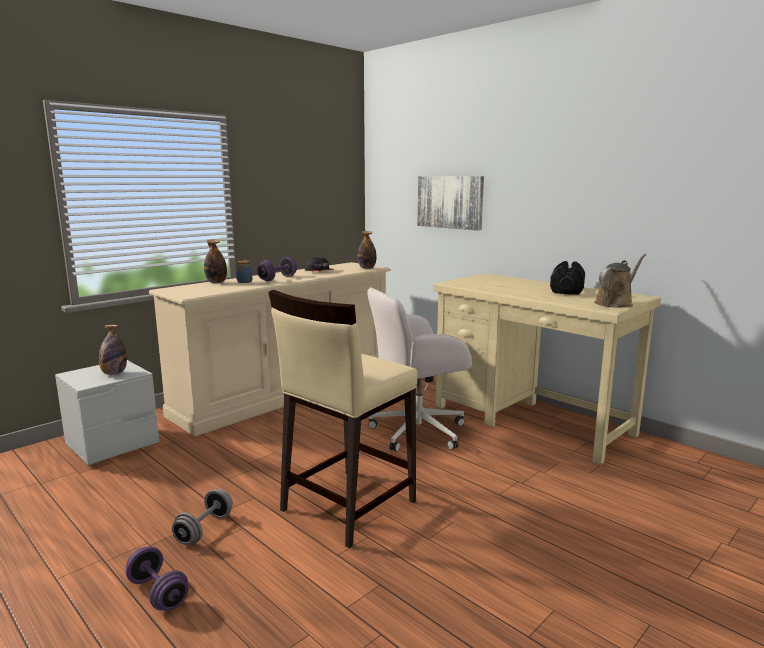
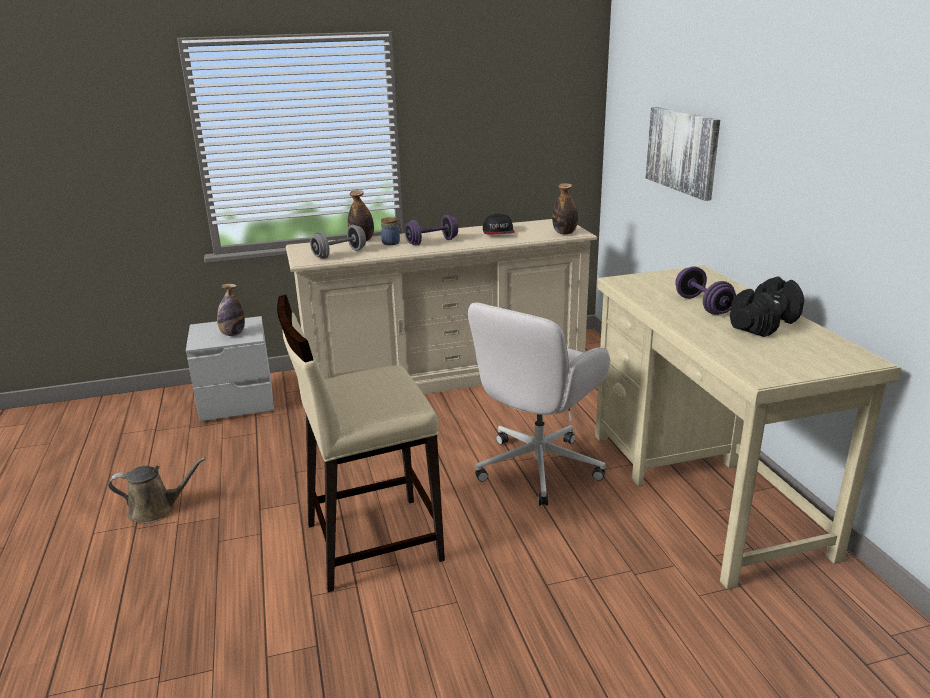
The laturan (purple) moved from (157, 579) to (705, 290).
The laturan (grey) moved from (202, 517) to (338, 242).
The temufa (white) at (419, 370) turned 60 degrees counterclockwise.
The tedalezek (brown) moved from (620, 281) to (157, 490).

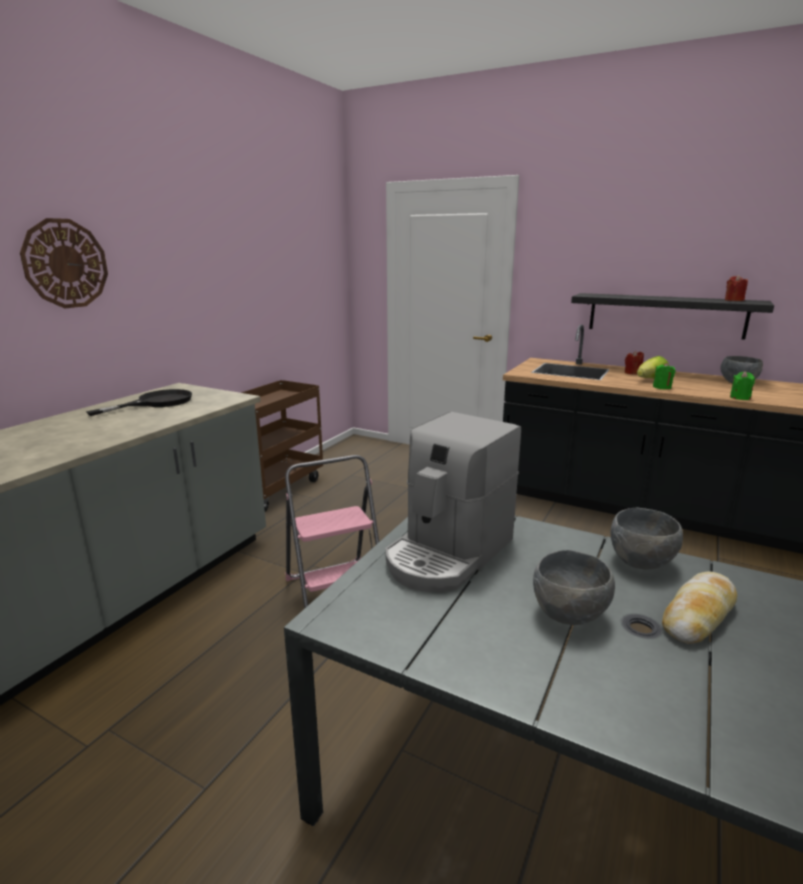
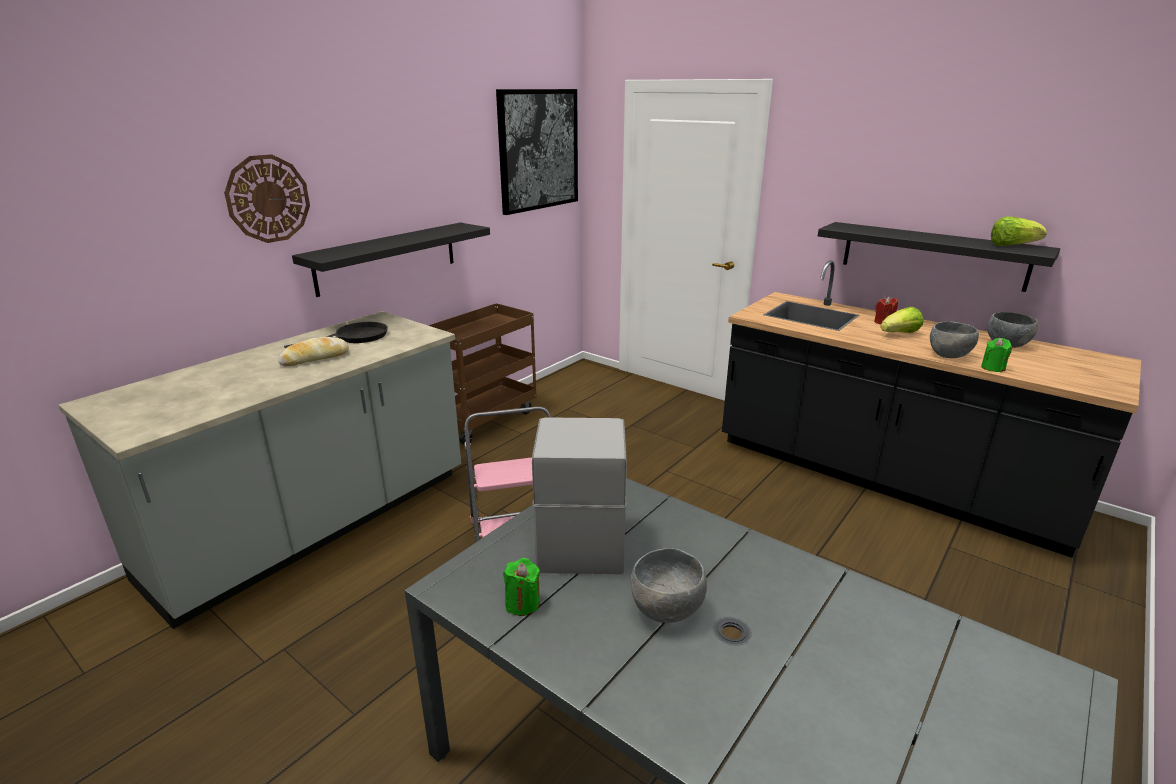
The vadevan at (453, 502) turned 135 degrees clockwise.
The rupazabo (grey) moved from (646, 538) to (954, 339).
The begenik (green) moved from (664, 376) to (521, 587).
The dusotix moved from (699, 607) to (313, 352).
The begenik (red) at (736, 288) was replaced by the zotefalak at (1019, 231).
The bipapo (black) at (391, 259) appeared.
The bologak at (537, 152) appeared.

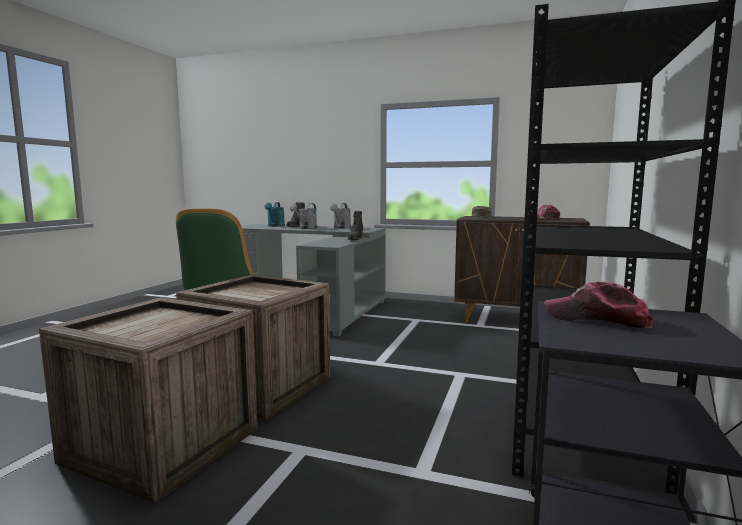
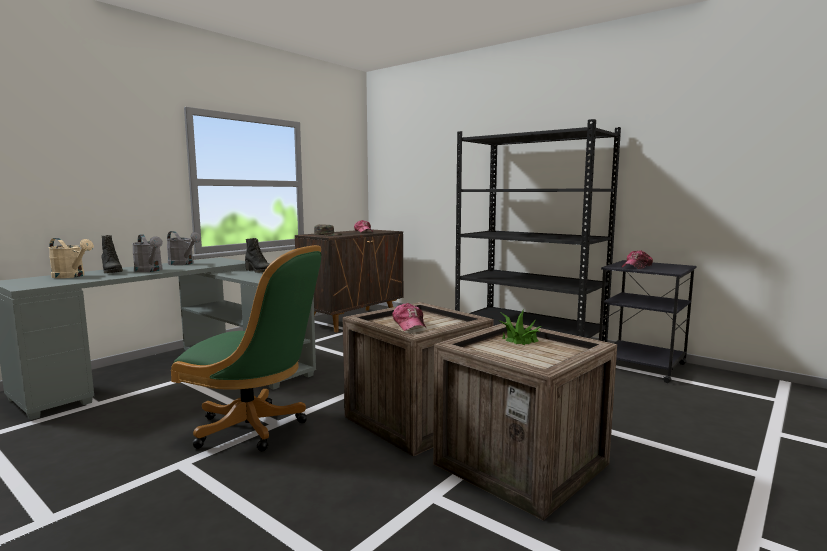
The tedalezek (turquoise) at (274, 214) became the tedalezek (beige) at (71, 258).
The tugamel at (409, 317) appeared.
The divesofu at (520, 327) appeared.

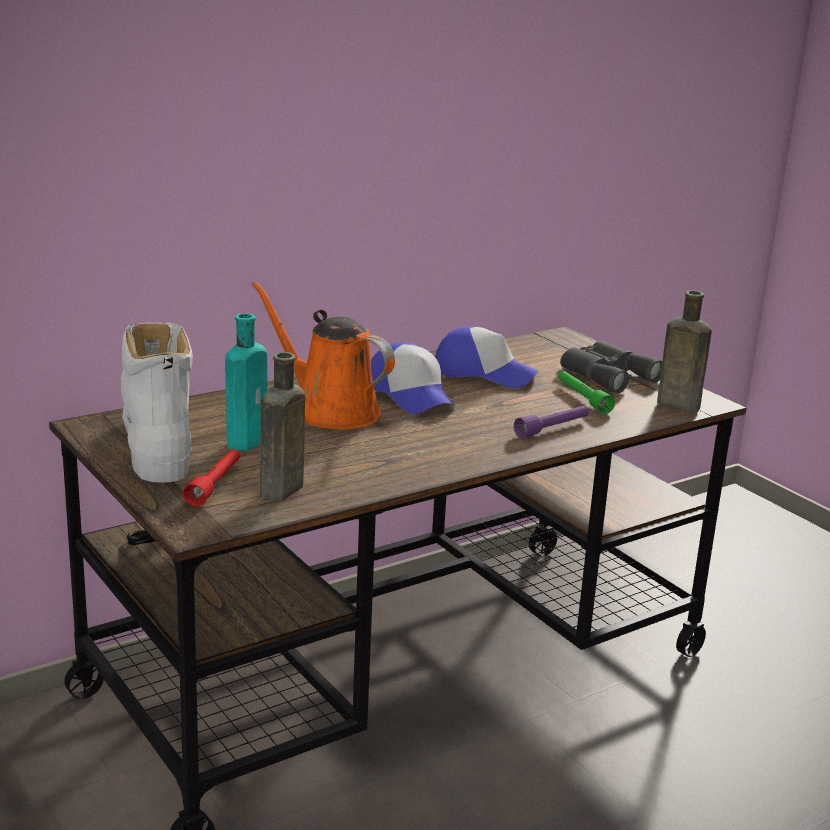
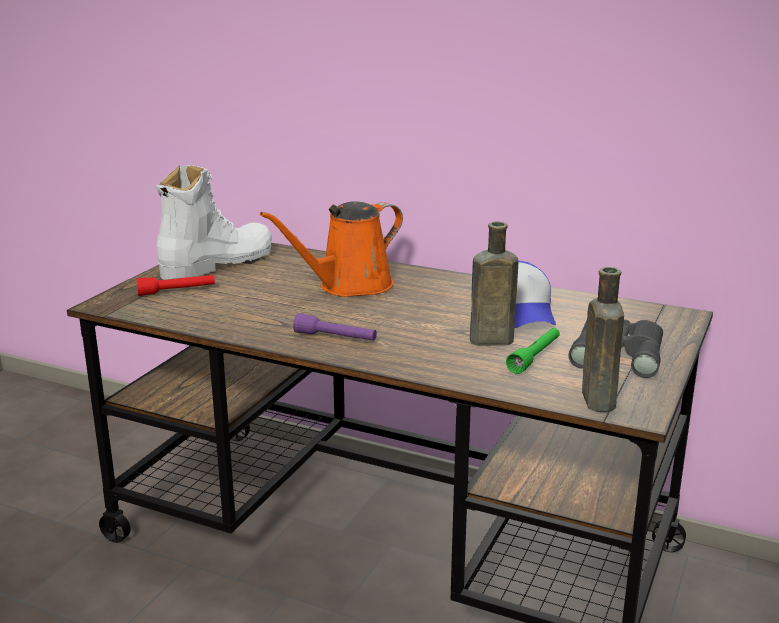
The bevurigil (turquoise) at (246, 382) disappeared.
The tedalezek (orange) at (323, 355) turned 135 degrees counterclockwise.
The bevurigil (brown) moved from (282, 426) to (494, 284).
The tugamel at (413, 378) disappeared.
The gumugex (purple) moved from (551, 422) to (335, 327).

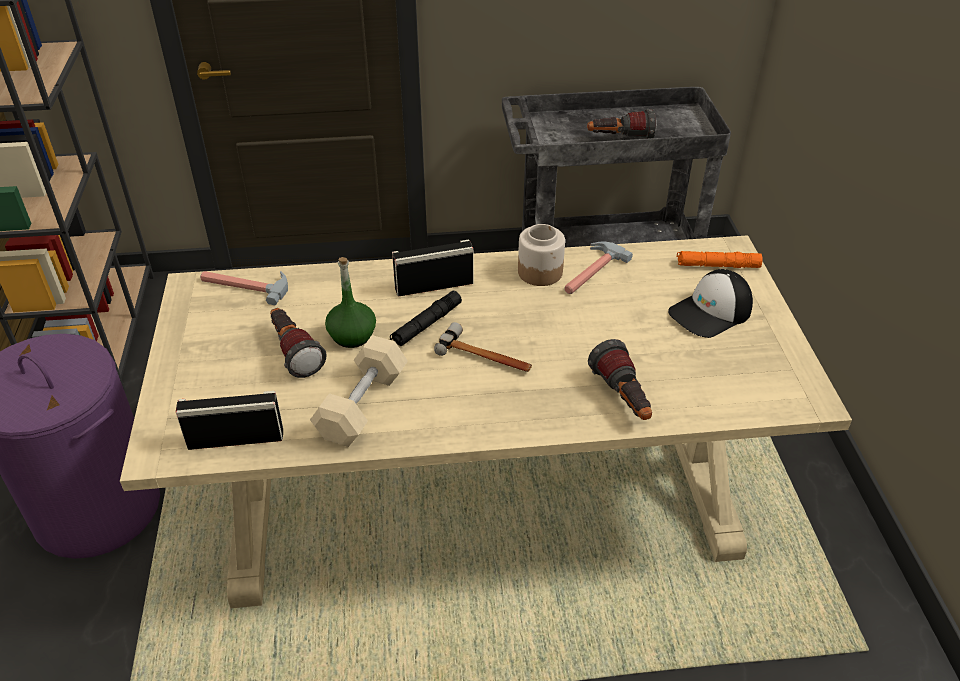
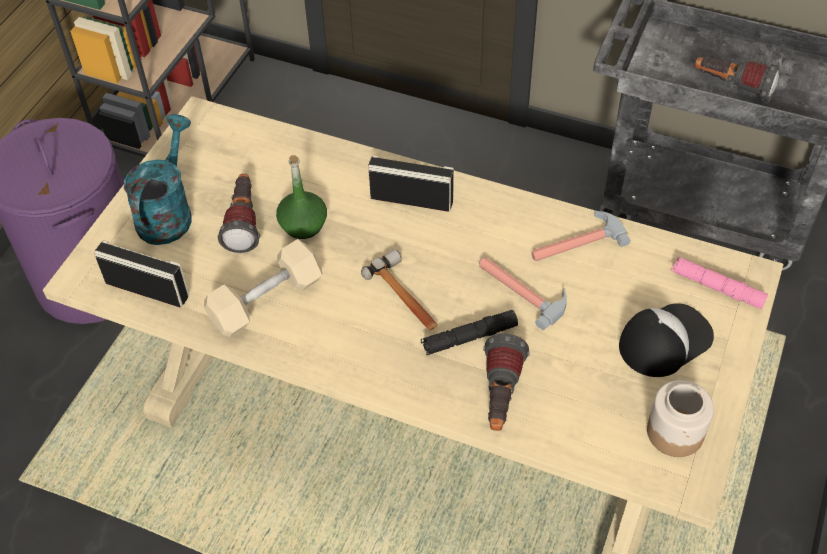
The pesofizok moved from (244, 288) to (523, 294).
The gumugex (black) moved from (426, 318) to (469, 332).
The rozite moved from (541, 255) to (680, 418).
The tugamel at (710, 303) turned 150 degrees clockwise.
The gumugex (orange) at (720, 259) became the gumugex (pink) at (719, 282).
The tedalezek (turquoise) at (158, 179) appeared.

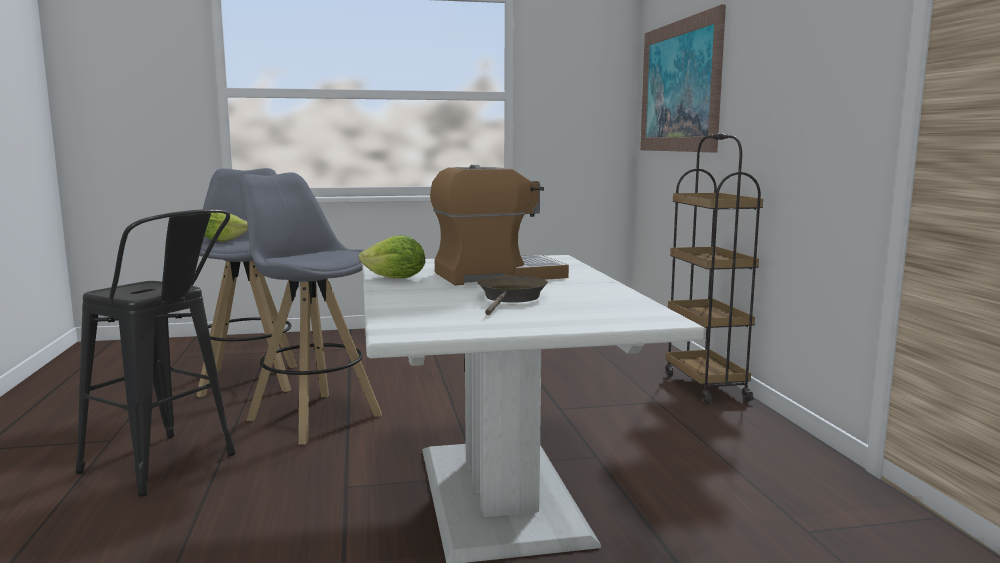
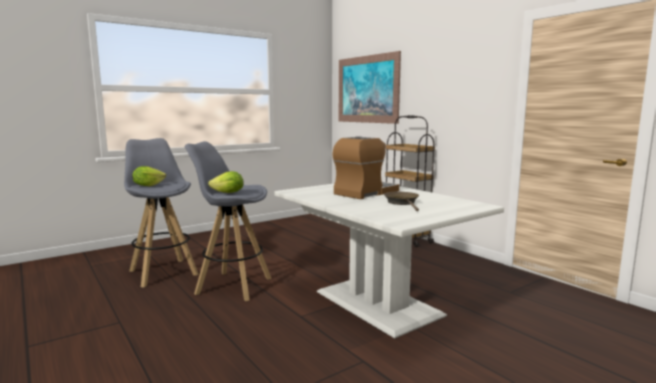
The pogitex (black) at (155, 353) disappeared.
The zotefalak moved from (392, 256) to (226, 182).

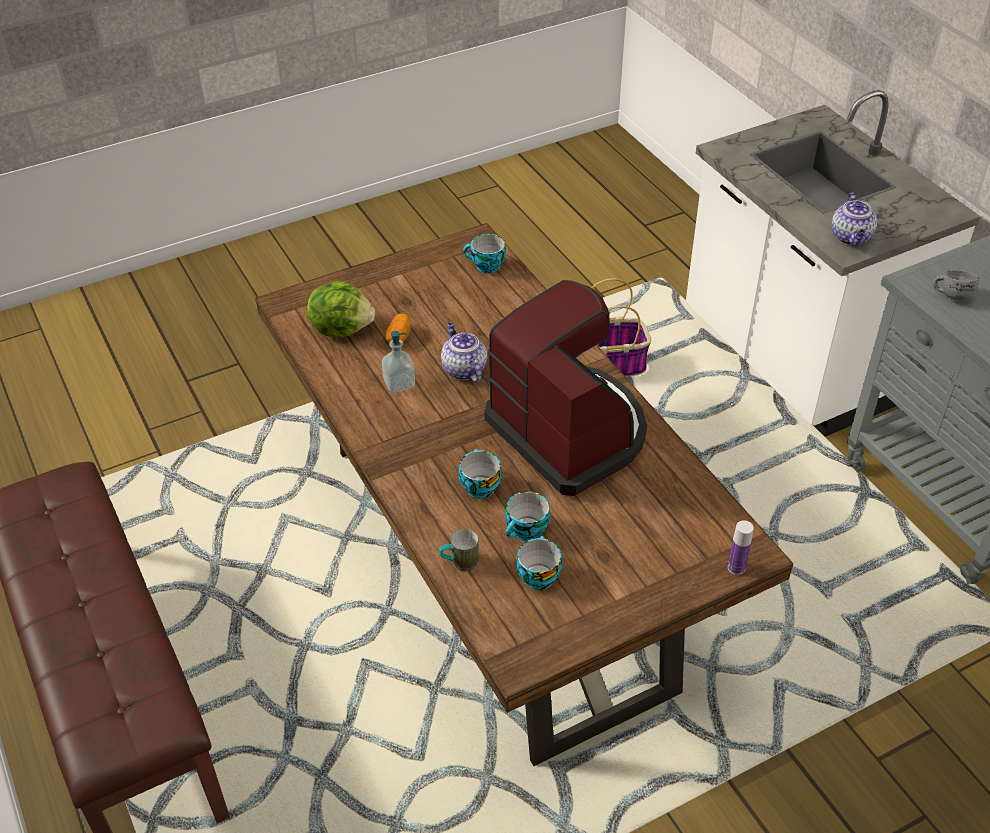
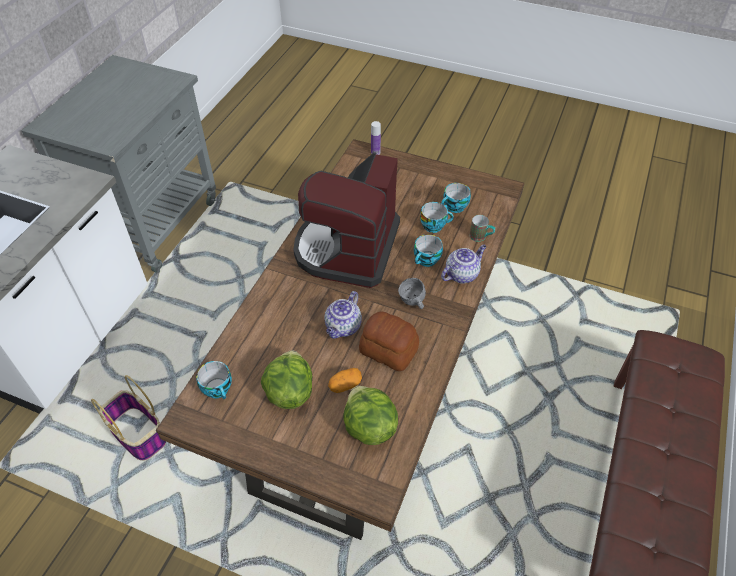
The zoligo at (398, 362) was replaced by the dusotix at (389, 341).
The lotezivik moved from (854, 219) to (463, 264).
The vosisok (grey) moved from (956, 285) to (412, 293).
The zotefalak at (286, 380) appeared.

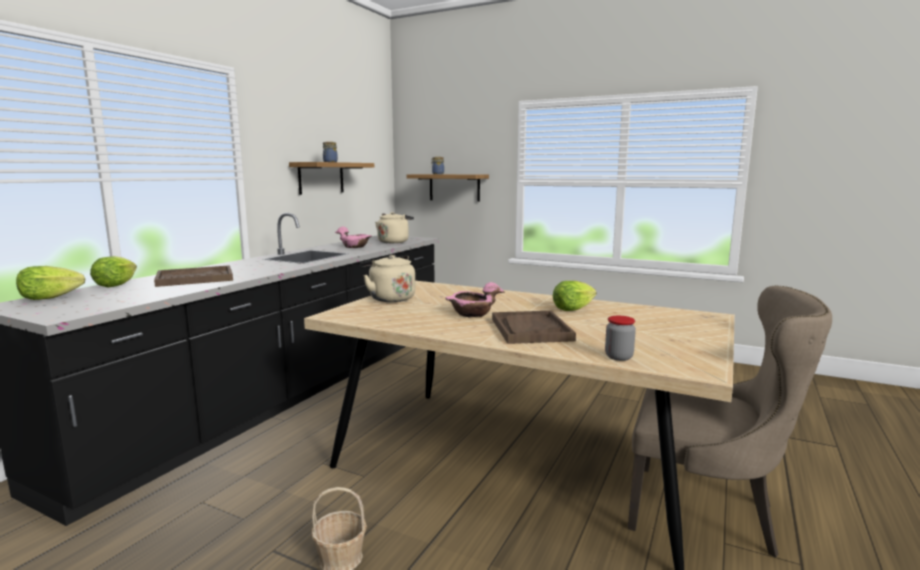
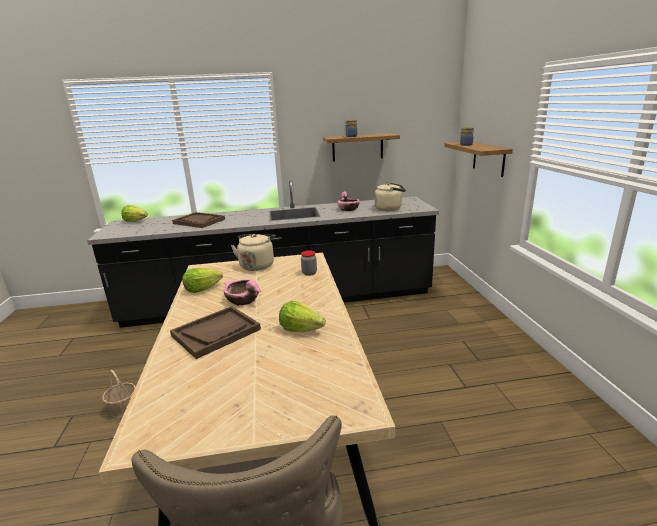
The zotefalak moved from (113, 272) to (202, 280).
The rozite moved from (620, 338) to (309, 263).

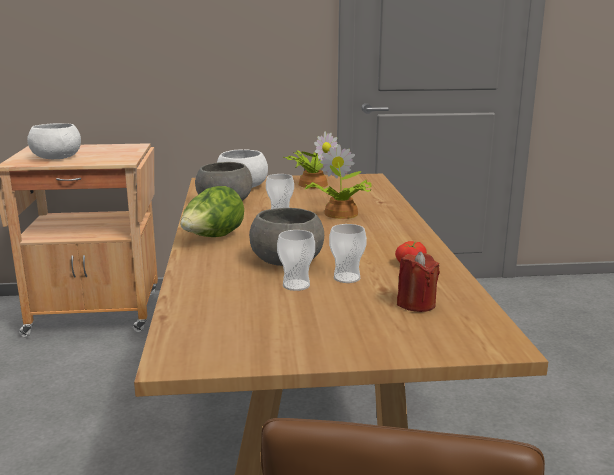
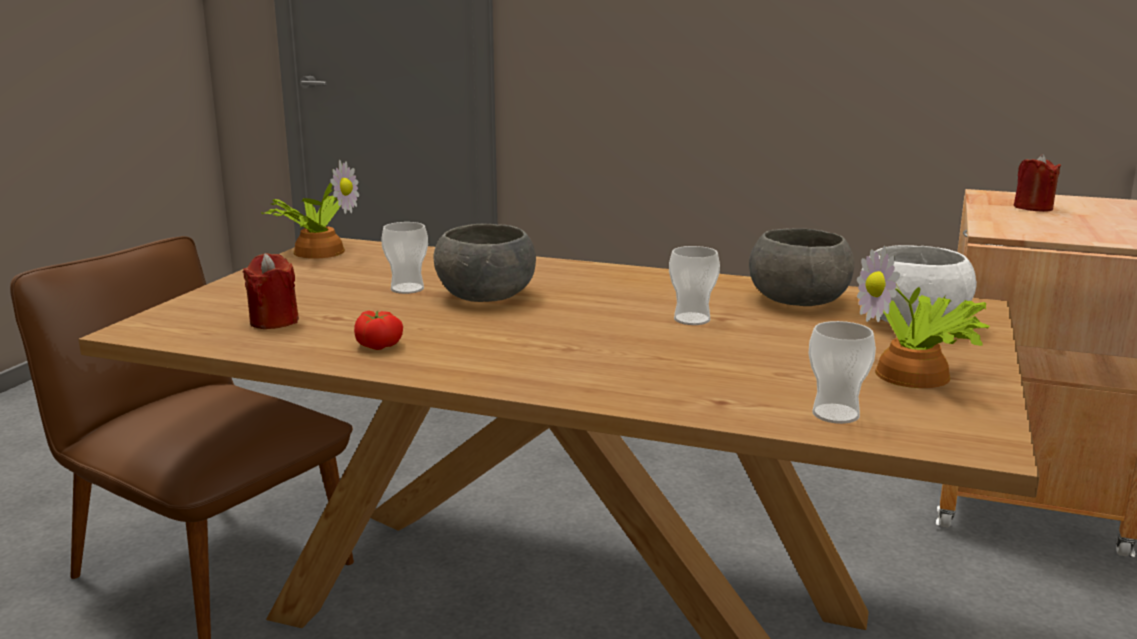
The rupazabo (white) at (54, 141) was replaced by the begenik (red) at (1037, 183).
The zotefalak at (212, 211) disappeared.
The divesofu moved from (338, 182) to (310, 209).
The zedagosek moved from (348, 253) to (842, 372).

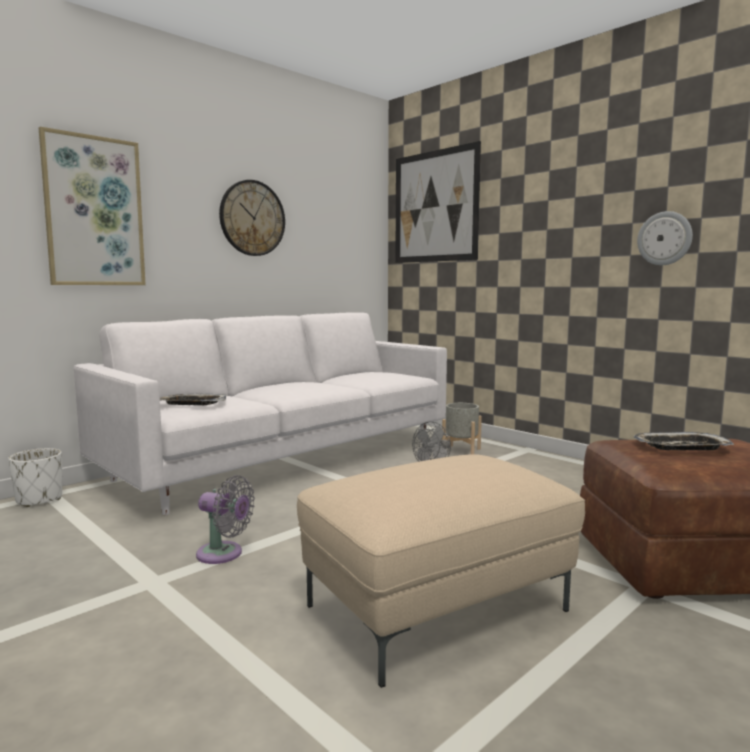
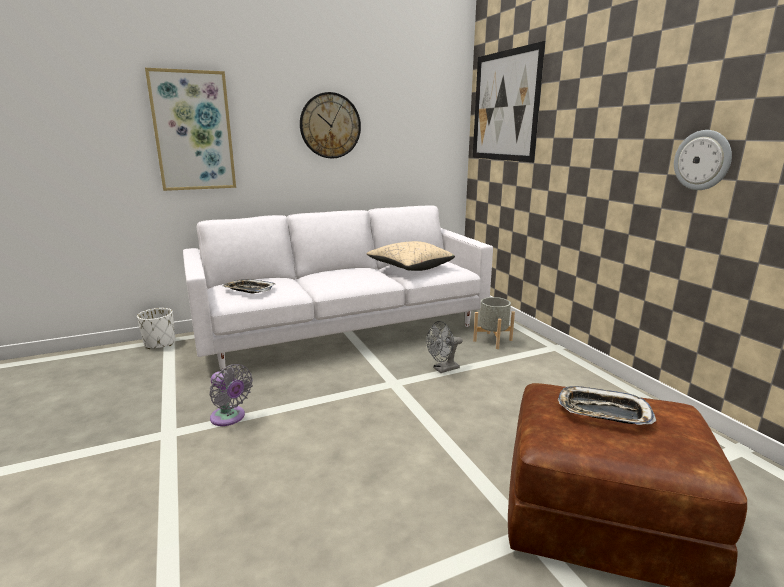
The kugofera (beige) at (441, 571) disappeared.
The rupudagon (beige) at (411, 256) appeared.

